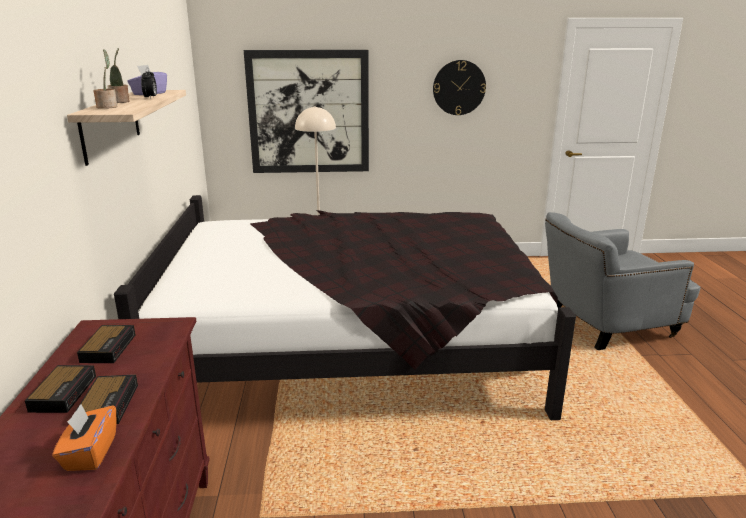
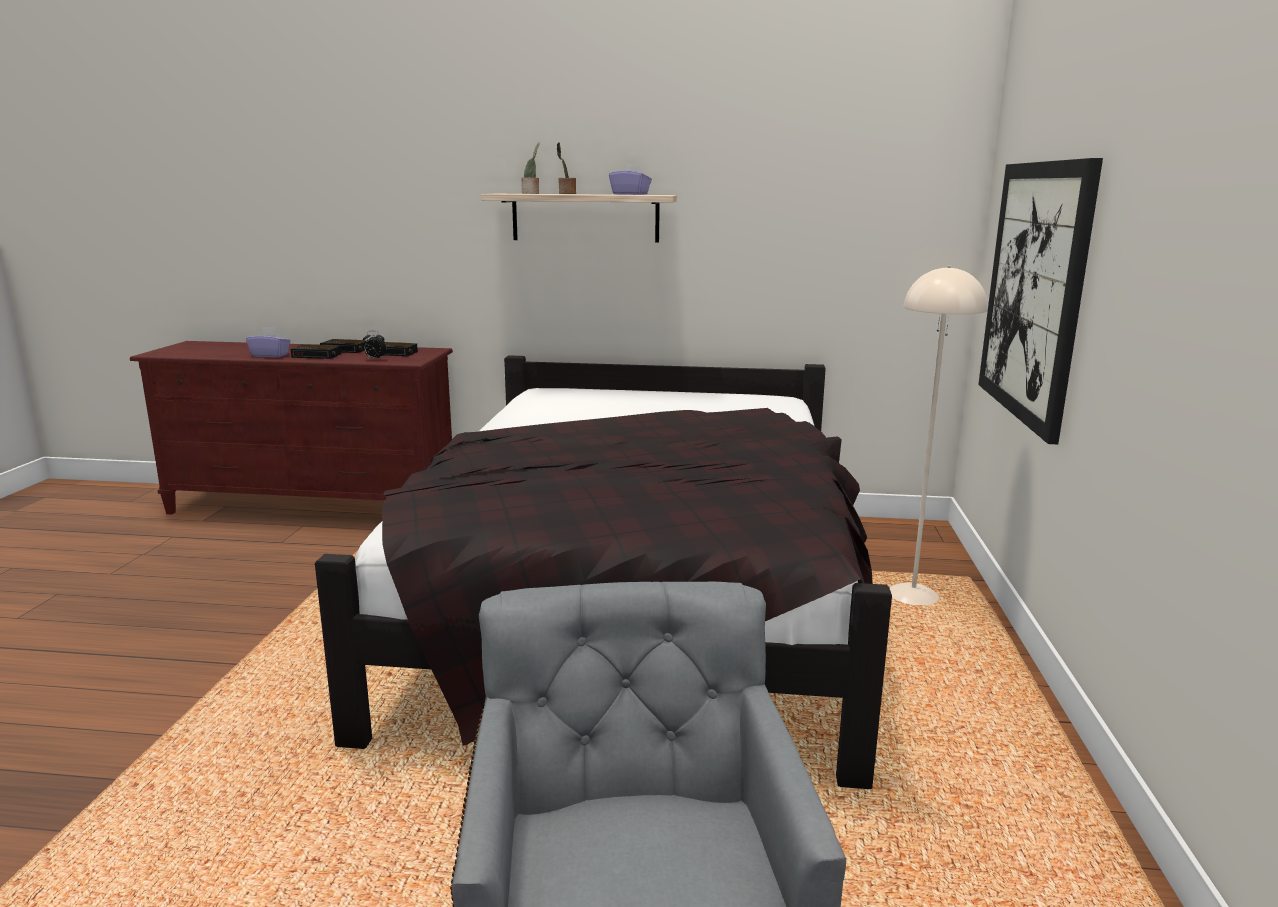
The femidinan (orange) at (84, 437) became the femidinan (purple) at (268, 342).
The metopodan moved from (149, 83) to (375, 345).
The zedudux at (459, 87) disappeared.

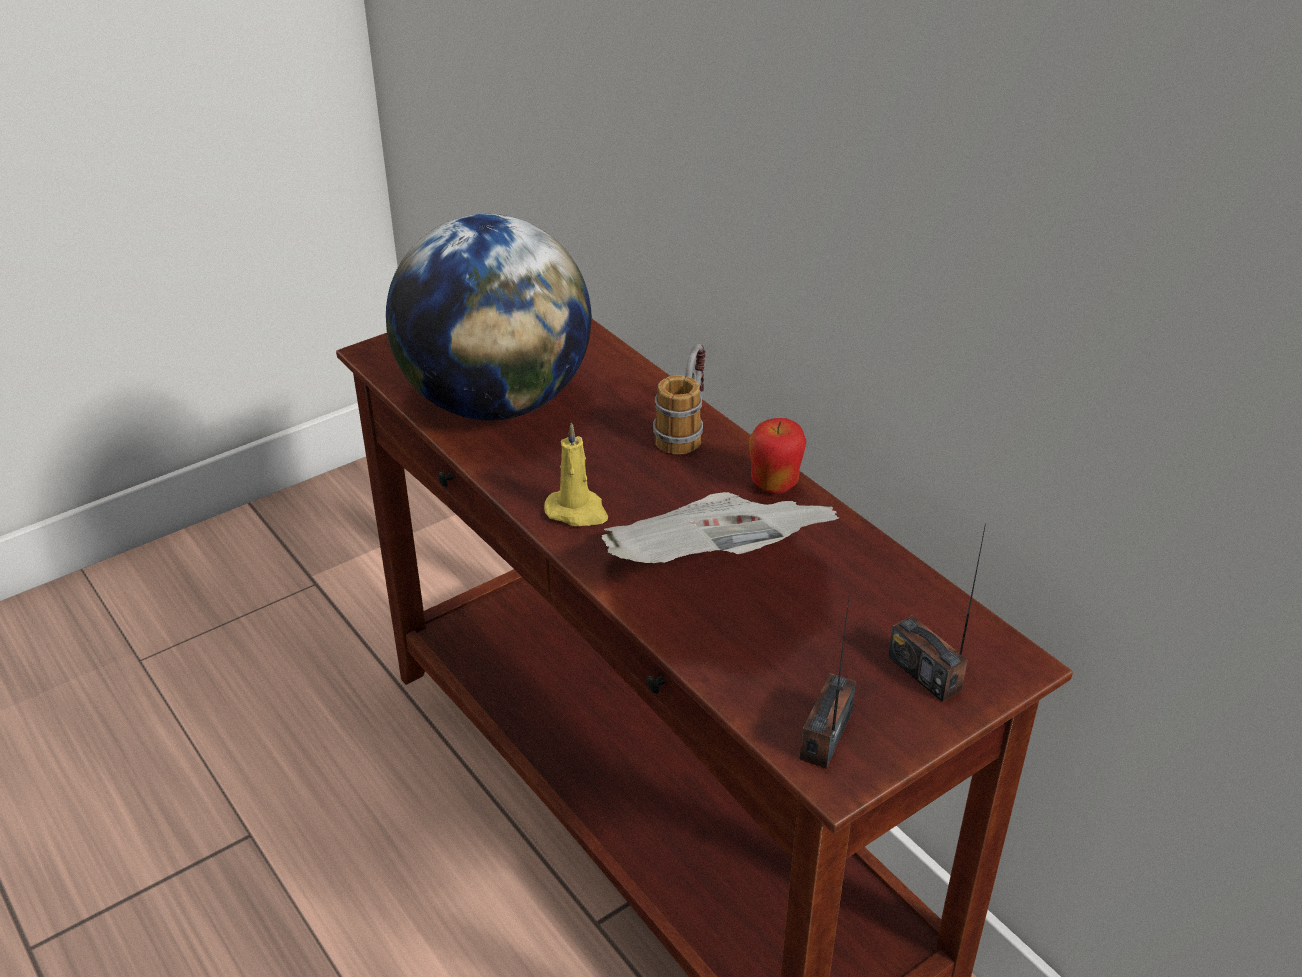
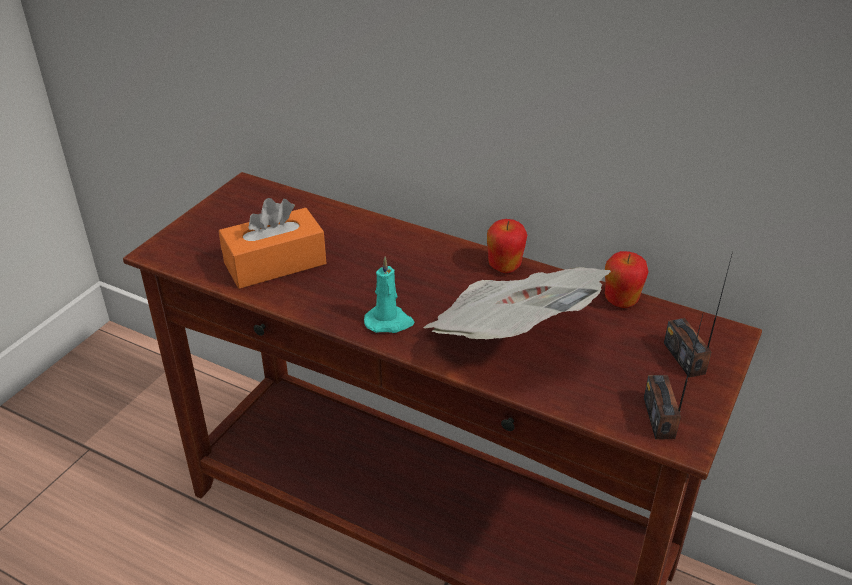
The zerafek at (489, 317) was replaced by the femidinan (orange) at (272, 243).
The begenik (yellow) at (576, 474) became the begenik (turquoise) at (389, 294).
The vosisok at (679, 399) disappeared.
The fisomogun at (937, 612) turned 45 degrees clockwise.
The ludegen at (627, 279) appeared.

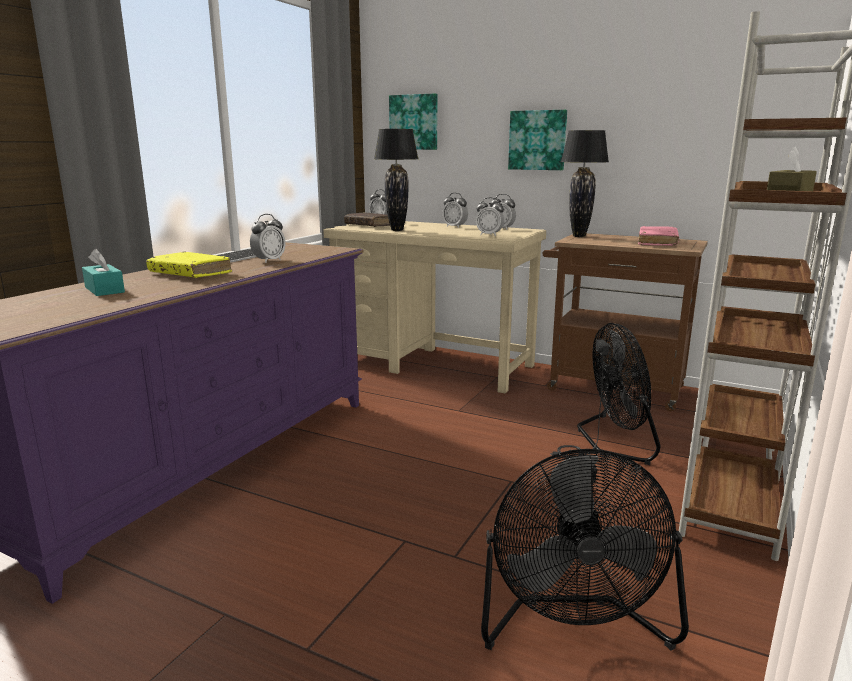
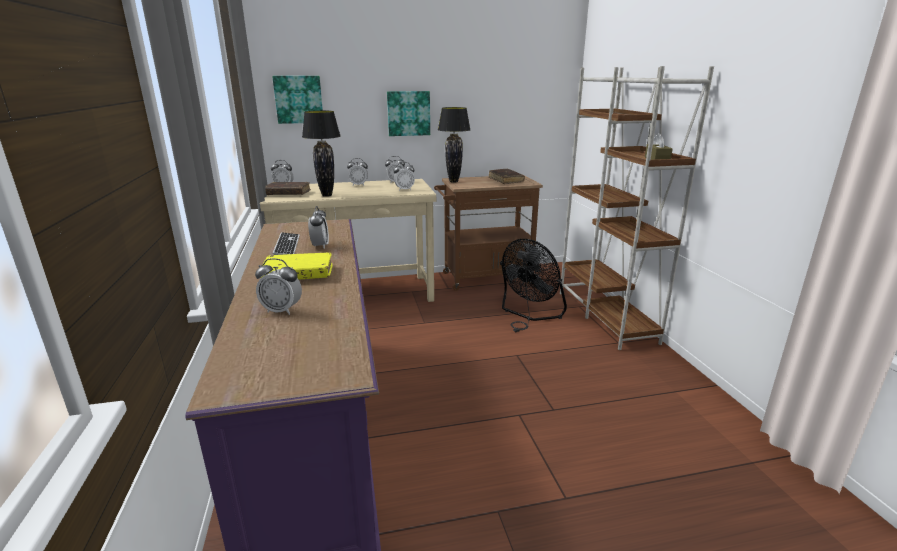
The femidinan (turquoise) at (103, 272) was replaced by the metopodan at (278, 286).
The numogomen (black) at (585, 550) disappeared.
The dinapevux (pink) at (658, 236) became the dinapevux (brown) at (507, 176).

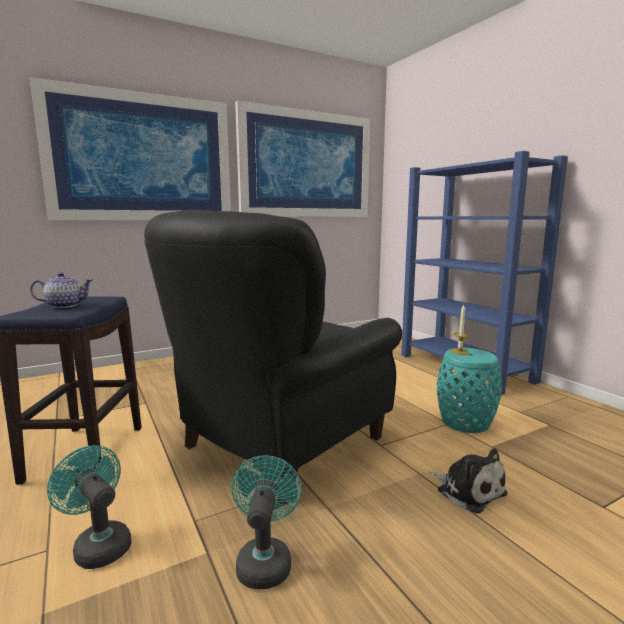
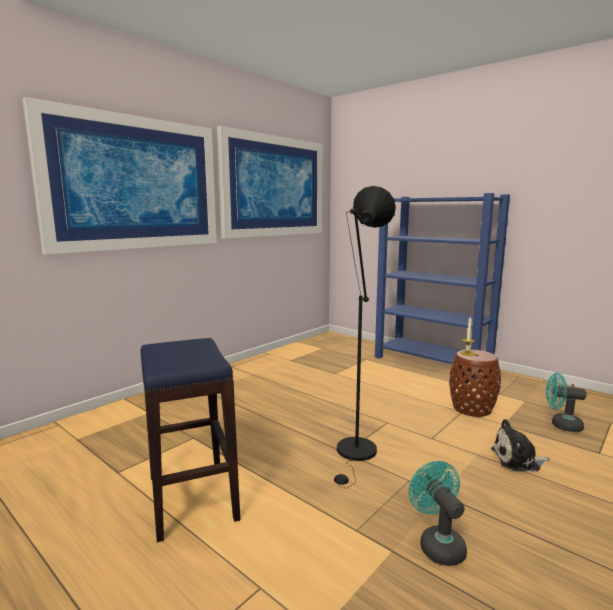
The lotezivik at (61, 290) disappeared.
The numogomen (turquoise) moved from (89, 507) to (566, 402).
The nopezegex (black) at (273, 358) was replaced by the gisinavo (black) at (365, 337).
The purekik at (468, 481) turned 150 degrees clockwise.
The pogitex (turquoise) at (469, 390) became the pogitex (brown) at (475, 383).

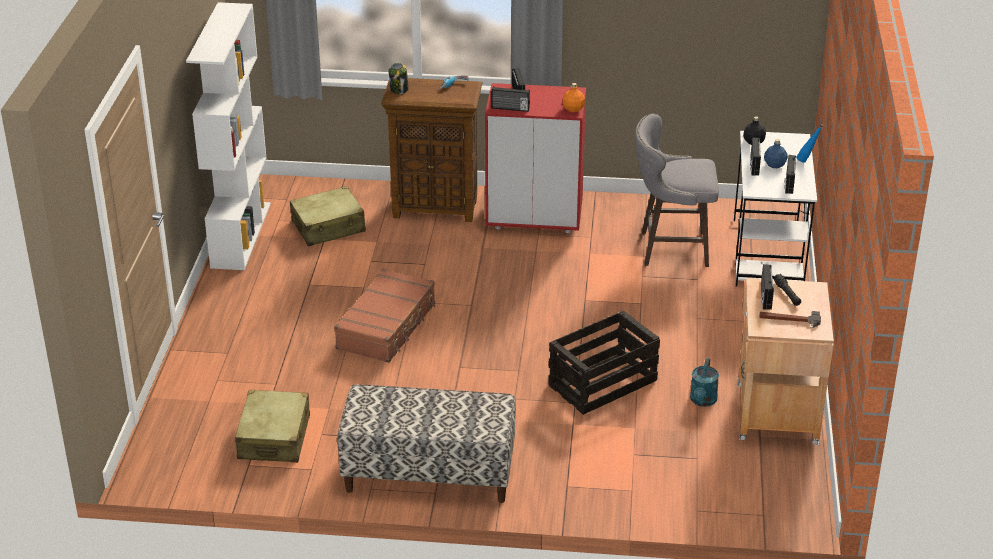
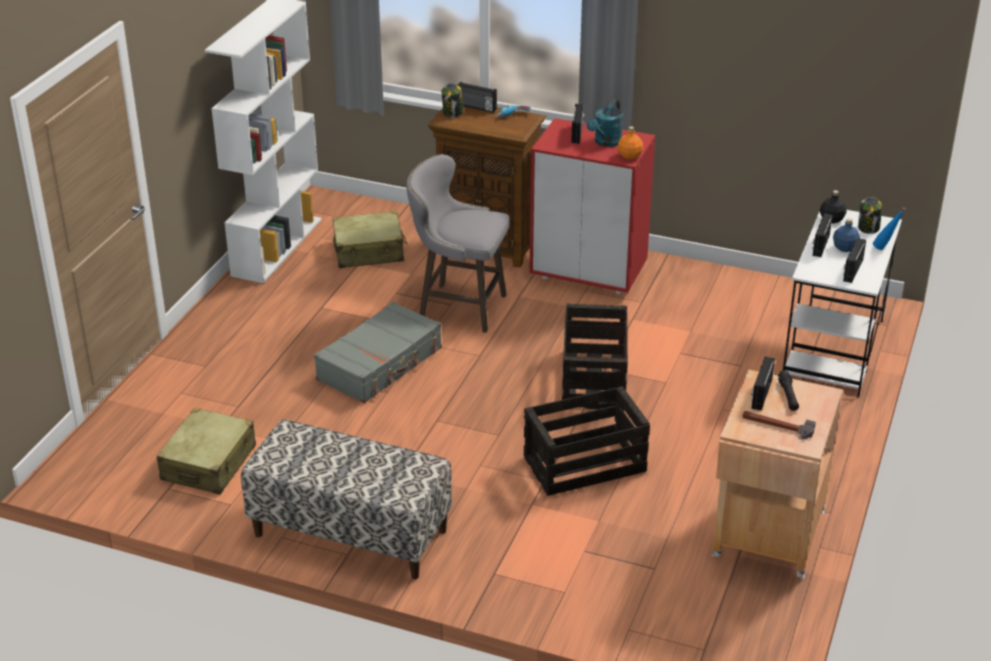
The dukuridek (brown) at (384, 316) became the dukuridek (grey) at (378, 352).
The fisomogun moved from (510, 99) to (477, 97).
The pogitex (grey) moved from (677, 190) to (458, 243).
The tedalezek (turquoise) moved from (704, 382) to (605, 123).
The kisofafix at (595, 356) appeared.
The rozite at (870, 215) appeared.

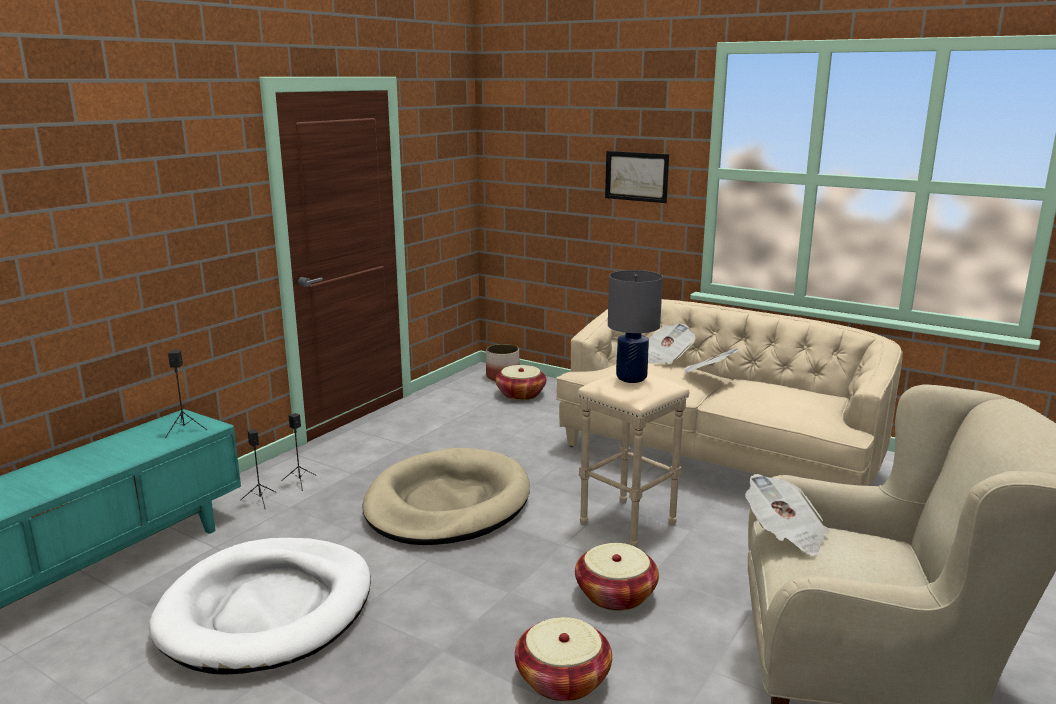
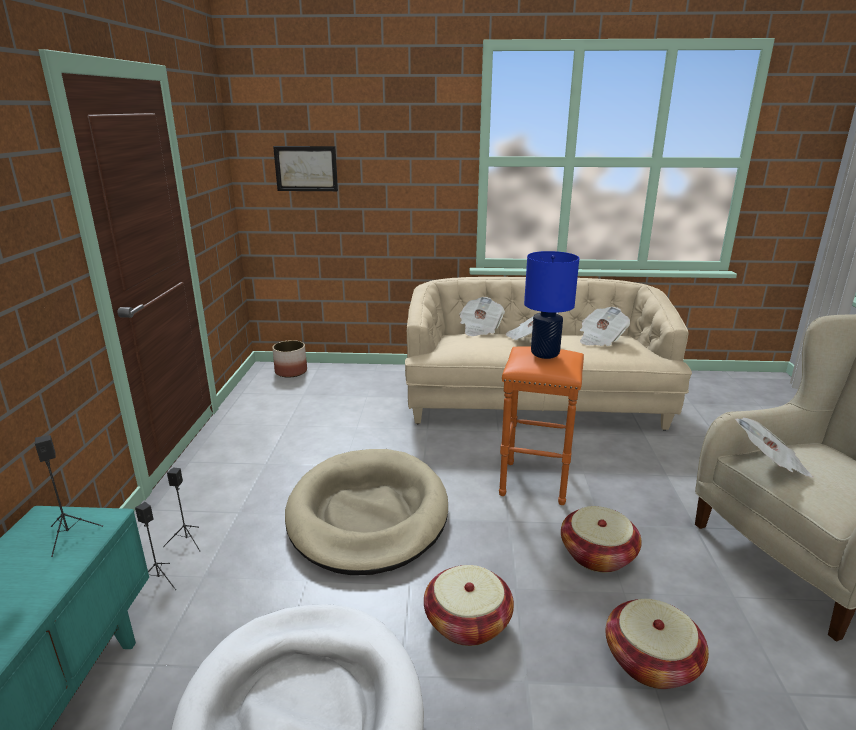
The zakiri moved from (520, 382) to (469, 605).
The pogitex (beige) at (634, 460) became the pogitex (orange) at (541, 425).
The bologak moved from (637, 177) to (305, 168).
The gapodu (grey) at (635, 326) became the gapodu (blue) at (551, 305).
The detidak at (605, 326) appeared.

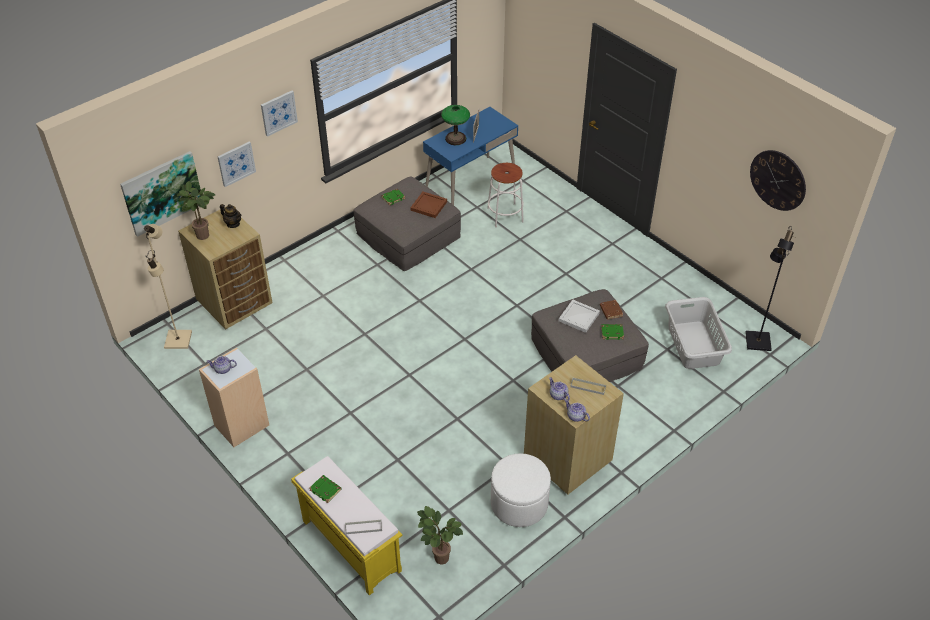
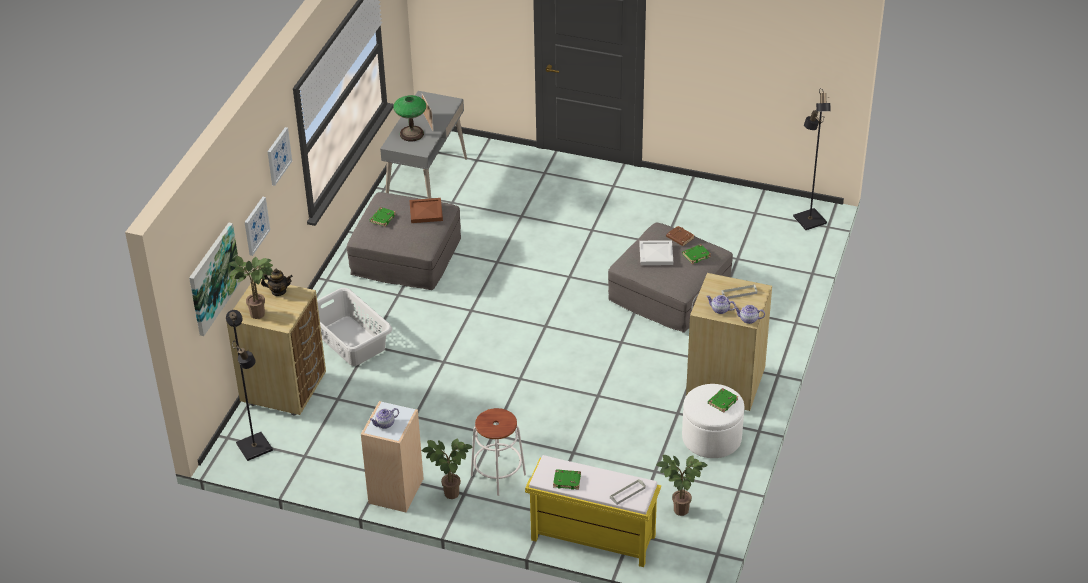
The gisinavo (beige) at (168, 286) became the gisinavo (black) at (249, 385).
The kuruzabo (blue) at (470, 156) became the kuruzabo (grey) at (423, 145).
The pogitex (white) moved from (505, 195) to (498, 452).
The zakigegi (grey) moved from (698, 333) to (354, 327).
The zedudux at (778, 180) disappeared.
The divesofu at (447, 469) appeared.
The dinapevux (green) at (723, 400) appeared.

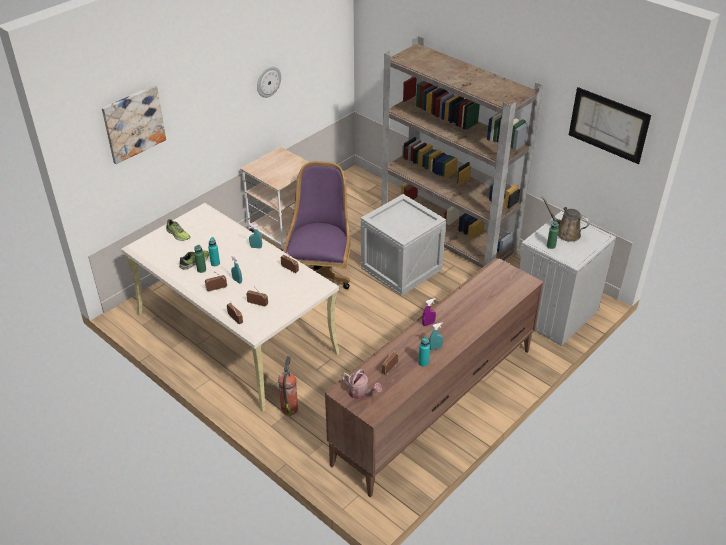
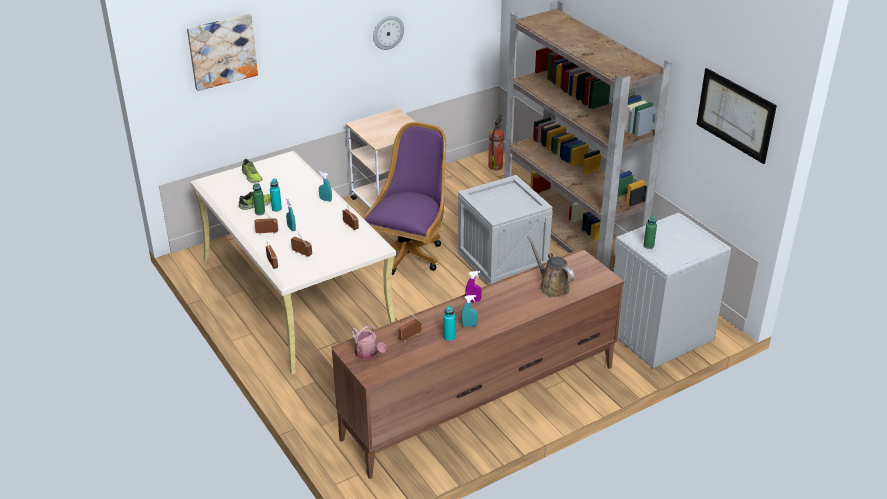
The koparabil moved from (288, 386) to (496, 142).
The tedalezek (brown) moved from (565, 218) to (551, 266).

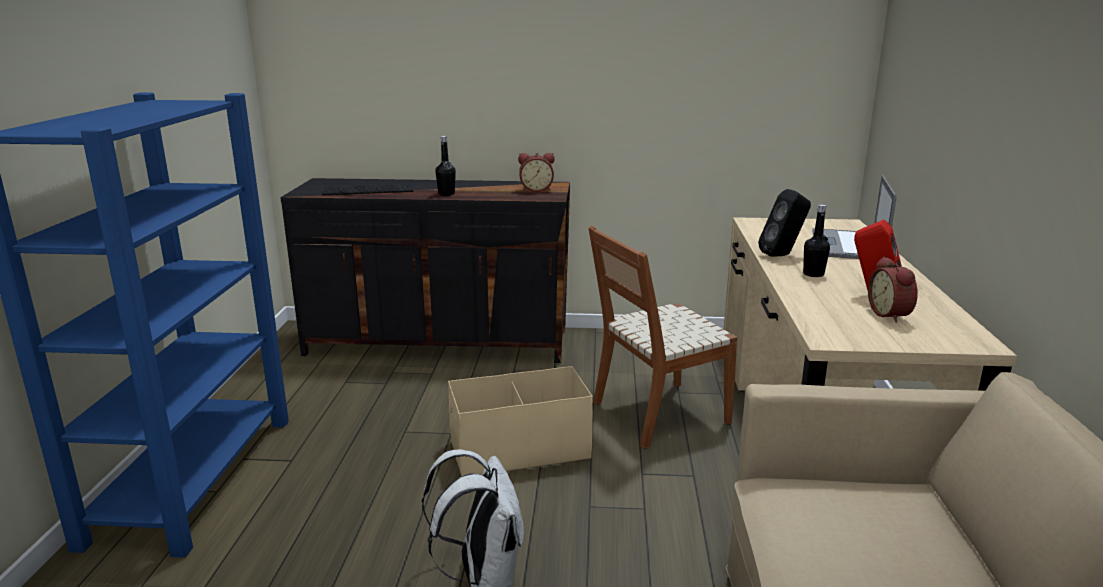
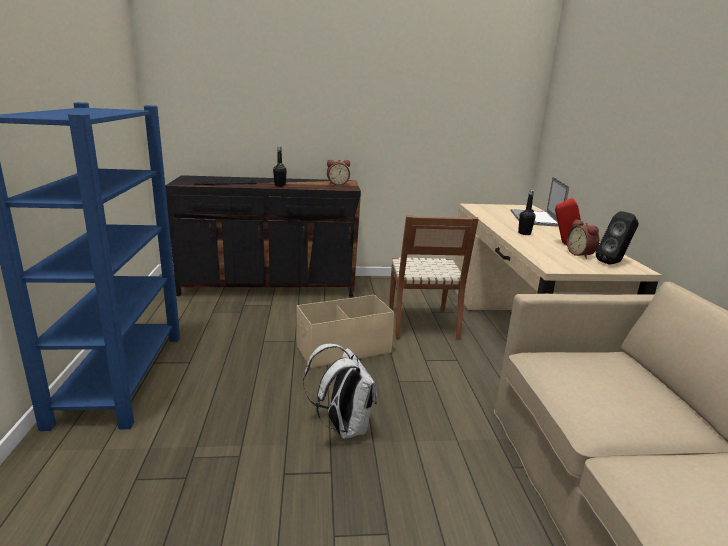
The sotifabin at (662, 337) turned 60 degrees counterclockwise.
The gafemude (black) moved from (784, 223) to (617, 238).

